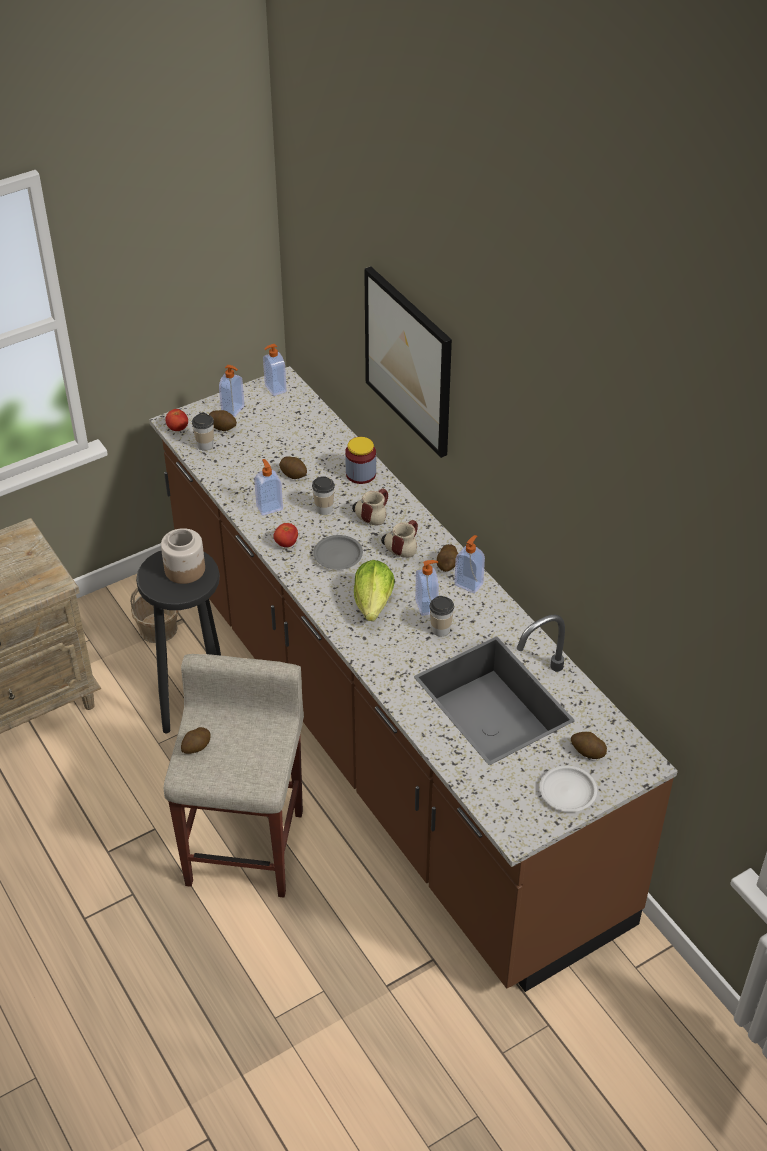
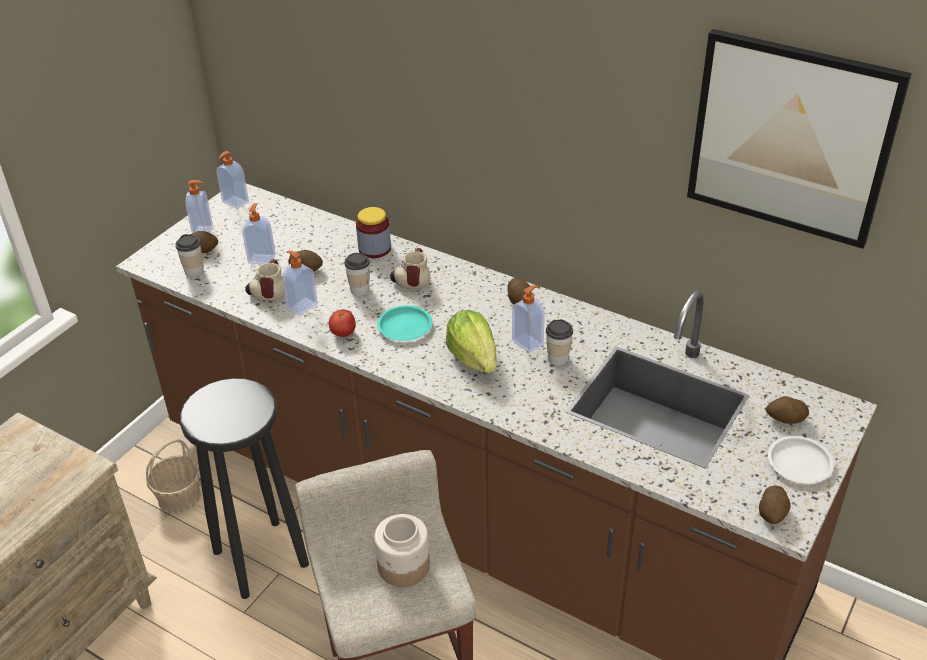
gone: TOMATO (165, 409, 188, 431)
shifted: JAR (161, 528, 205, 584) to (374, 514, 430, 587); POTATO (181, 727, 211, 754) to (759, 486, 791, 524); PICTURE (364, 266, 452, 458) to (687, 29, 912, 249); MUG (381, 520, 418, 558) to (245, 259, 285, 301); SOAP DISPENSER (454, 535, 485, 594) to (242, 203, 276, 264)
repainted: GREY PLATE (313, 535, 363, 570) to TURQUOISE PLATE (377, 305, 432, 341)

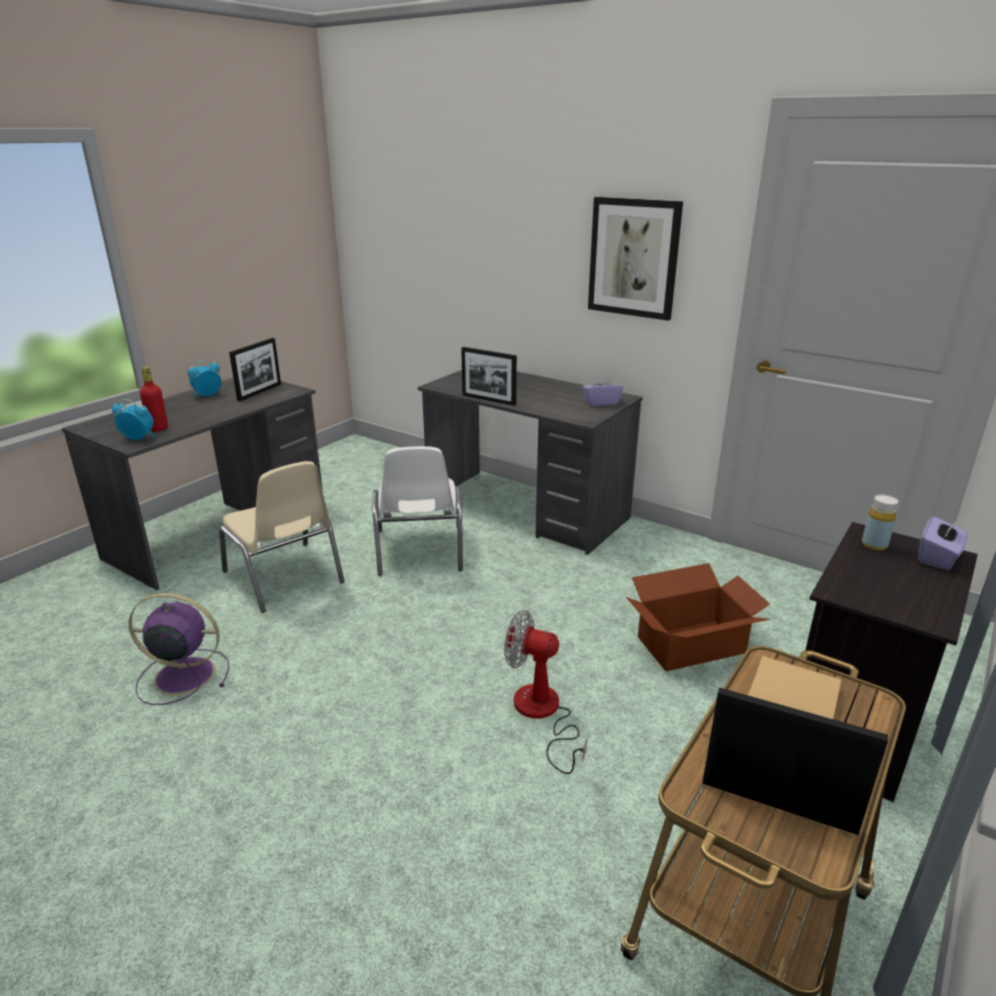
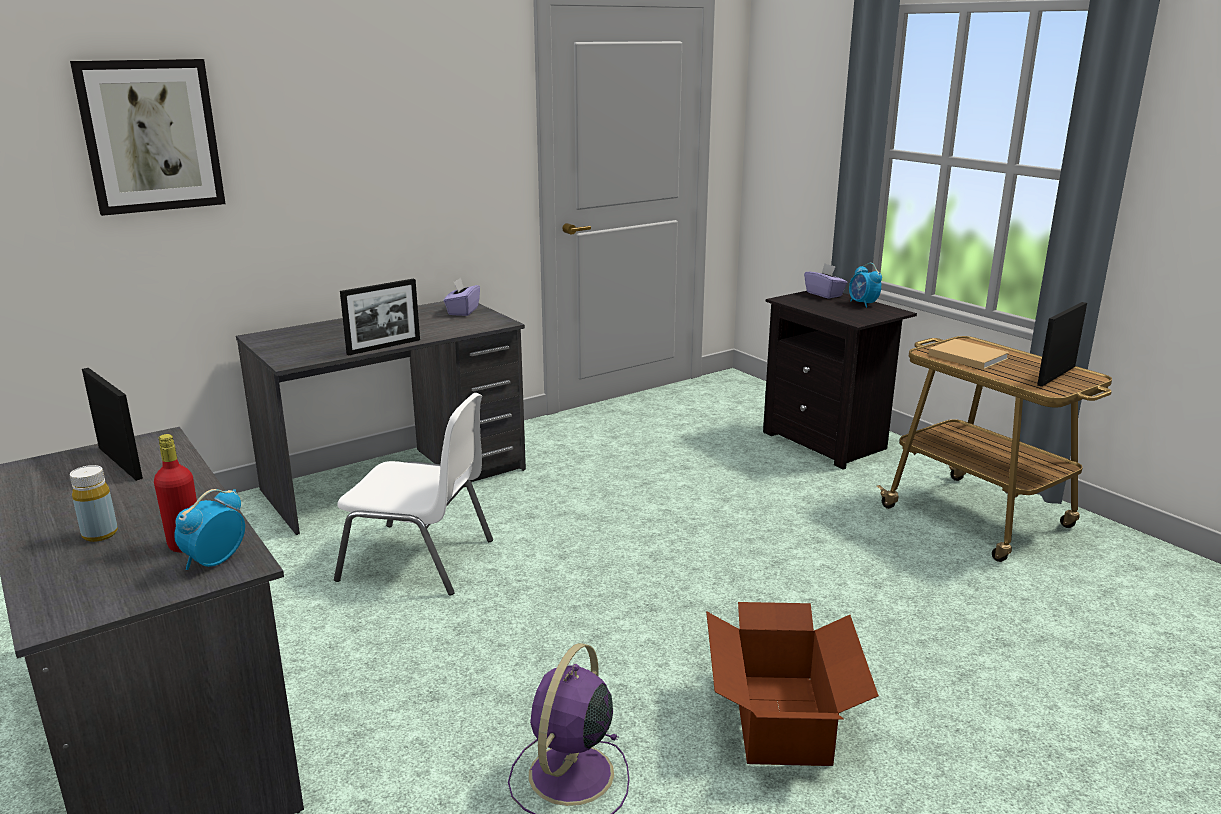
gone: BEIGE CHAIR (219, 461, 345, 613); FAN (504, 610, 587, 774)
shifted: ALARM CLOCK (188, 360, 221, 397) to (849, 263, 882, 308); PICTURE (588, 197, 683, 321) to (70, 59, 225, 216); CARDBOARD BOX (626, 563, 770, 671) to (706, 602, 879, 766); YELLOW BOTTLE (862, 495, 898, 551) to (70, 465, 118, 542)

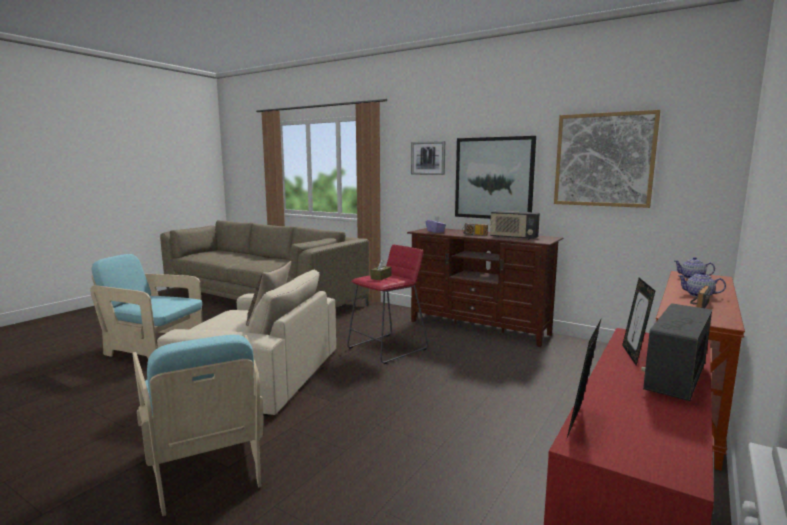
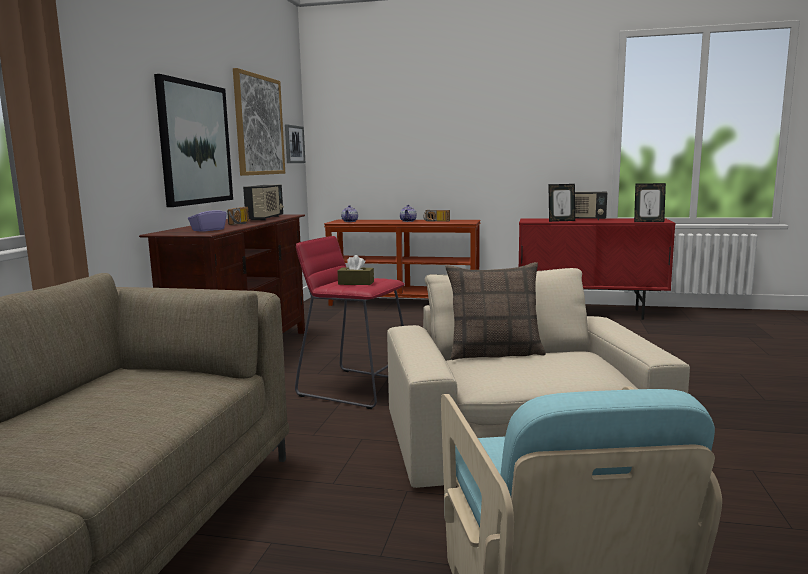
gone: TURQUOISE ARMCHAIR (132, 335, 263, 516)
shifted: PICTURE (411, 141, 445, 175) to (285, 124, 305, 163)

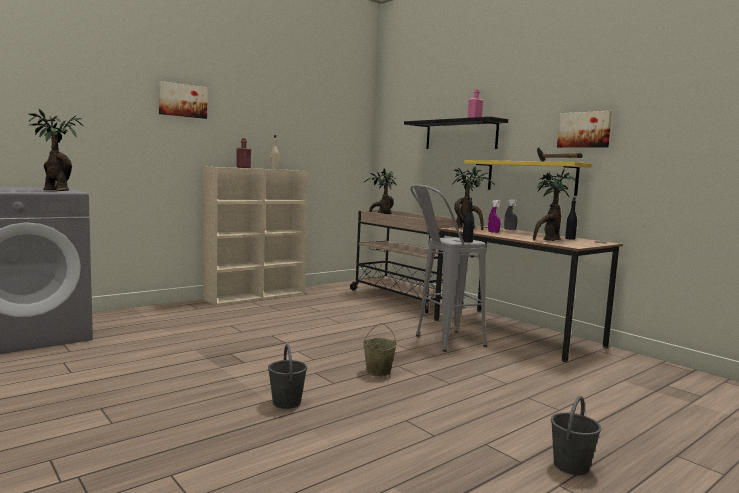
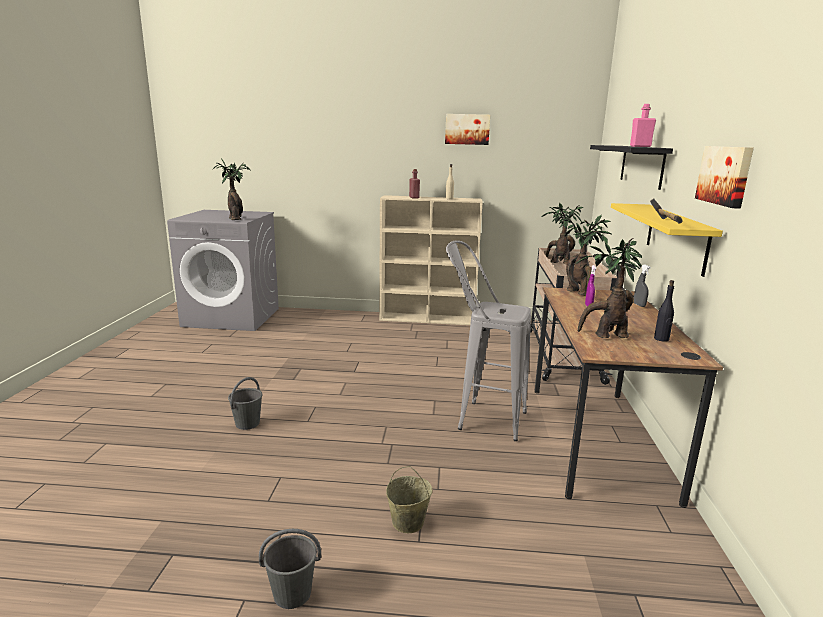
gone: BLACK BOTTLE (463, 197, 474, 243)
shifted: PICTURE (159, 81, 207, 119) to (445, 114, 490, 145); BEIGE BUCKET (363, 323, 397, 377) to (386, 466, 432, 533)

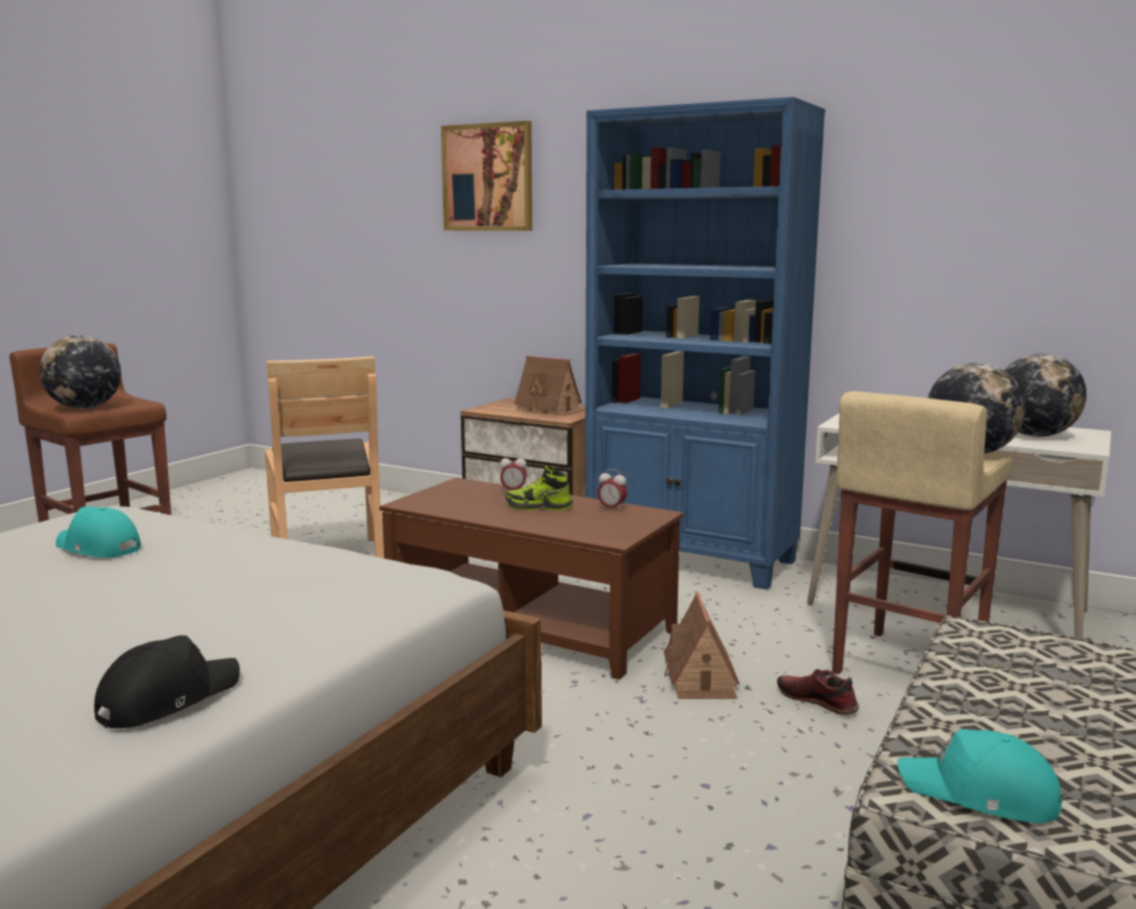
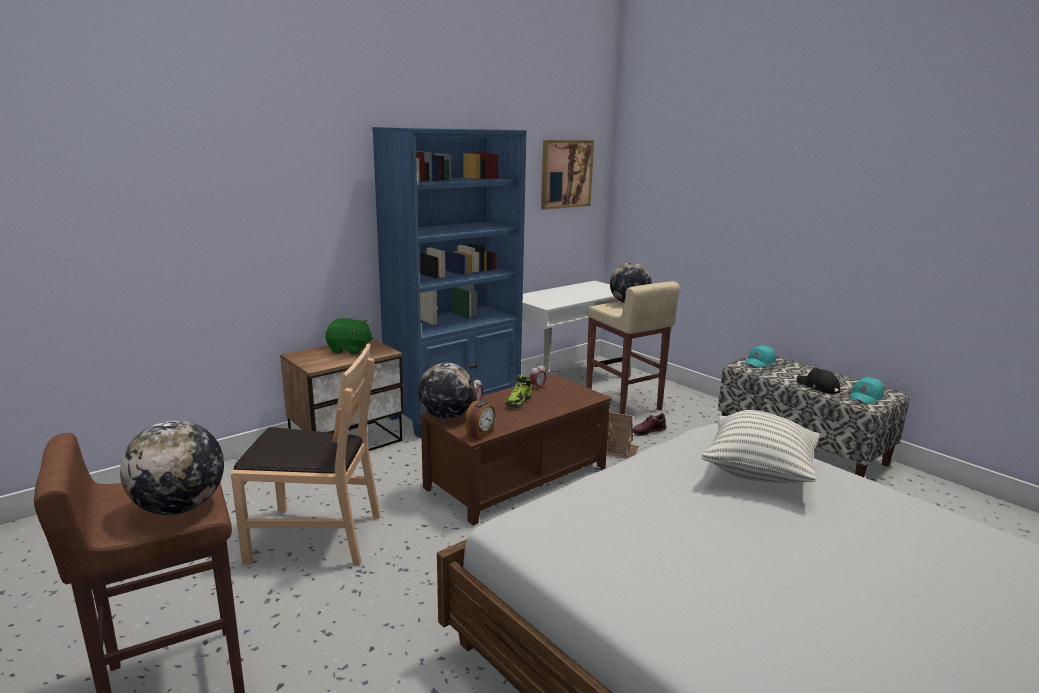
new: ALARM CLOCK (465, 400, 496, 440); PILLOW (702, 410, 820, 483)
shifted: TURQUOISE CAP (56, 506, 141, 558) to (745, 345, 776, 368); BLACK CAP (94, 635, 240, 728) to (797, 368, 840, 394); PICTURE (441, 121, 532, 231) to (541, 140, 594, 210); GLOBE (1004, 354, 1087, 437) to (418, 363, 475, 419)
swapped: TOY HOUSE (514, 355, 585, 416) to GREEN PLUSH TOY (325, 318, 373, 354)

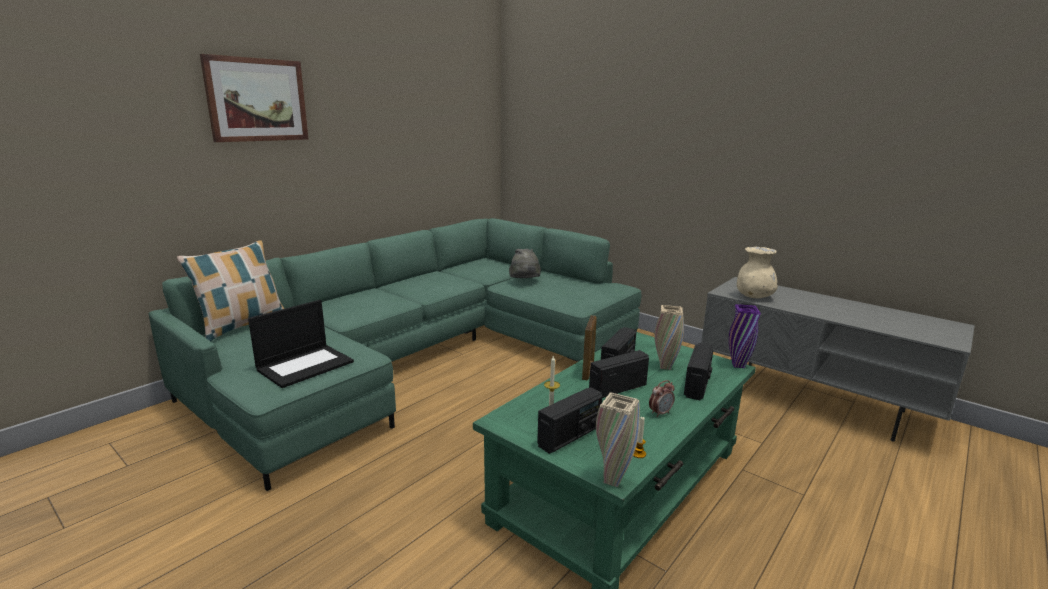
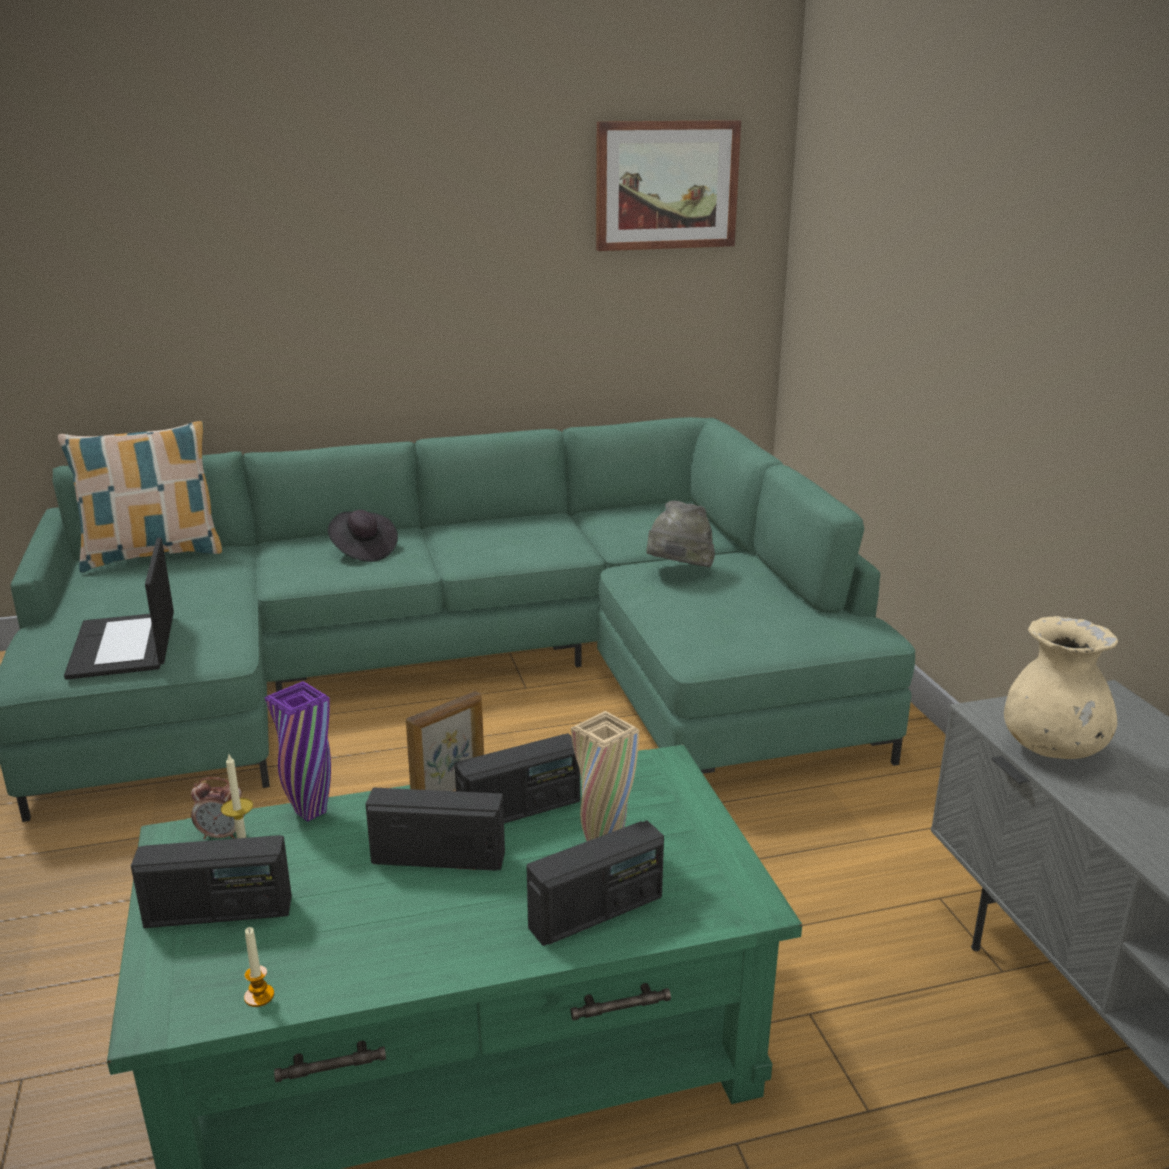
gone: BEIGE VASE (596, 392, 640, 487)
new: BLACK HAT (328, 510, 398, 562)
shifted: PICTURE (200, 54, 308, 142) to (596, 120, 741, 251); ALARM CLOCK (649, 380, 675, 417) to (191, 777, 245, 839); PURPLE VASE (729, 304, 761, 368) to (264, 681, 331, 822)
rotated: LAPTOP (248, 300, 354, 388) = (64, 538, 174, 680) 90 degrees clockwise

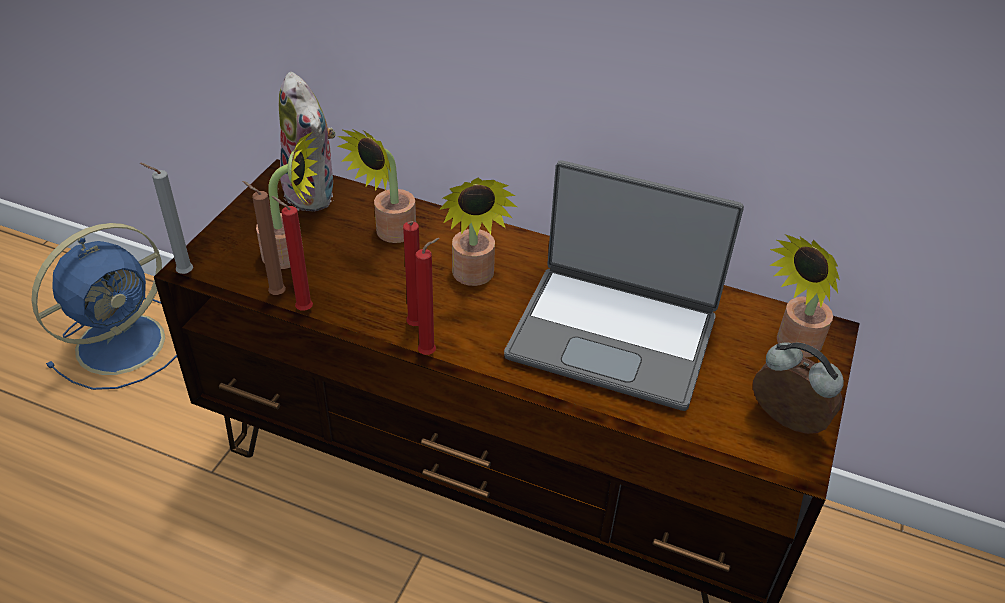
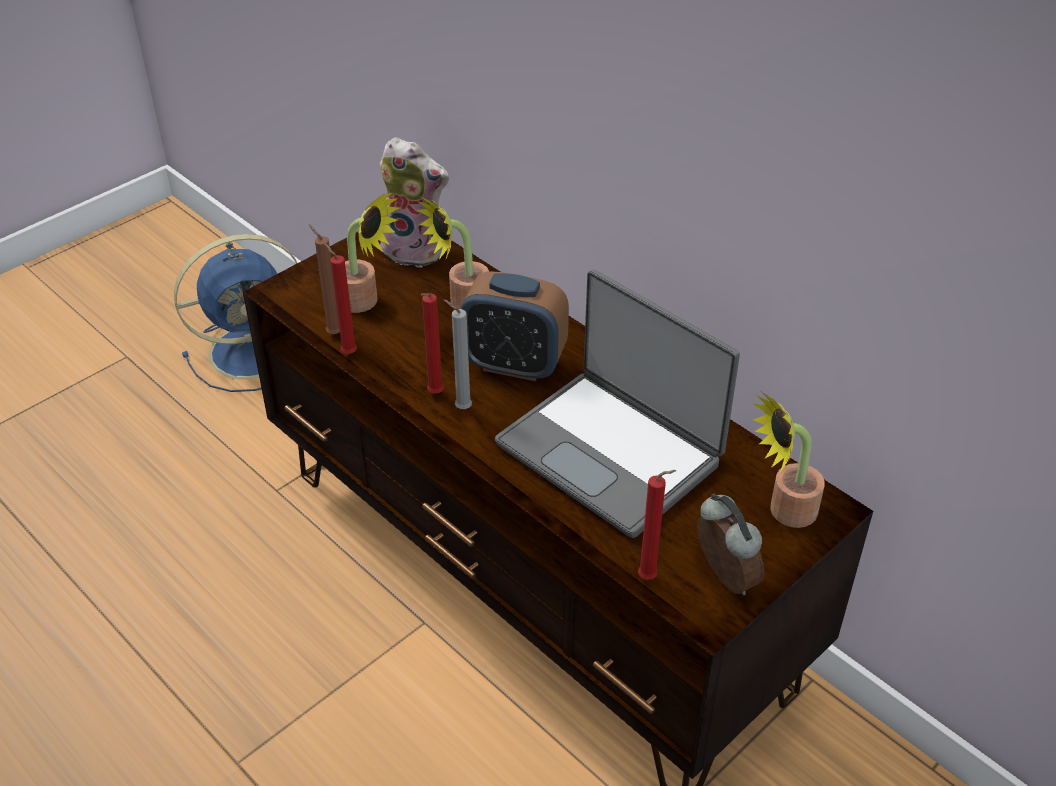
shifted: GREY CANDLE (140, 163, 193, 274) to (444, 300, 472, 409); RED CANDLE (416, 238, 440, 355) to (638, 470, 677, 580)
swapped: POTTED PLANT (439, 178, 517, 286) to ALARM CLOCK (460, 271, 569, 381)
rotated: PLUSH TOY (279, 72, 336, 211) = (380, 137, 449, 268) 60 degrees counterclockwise

